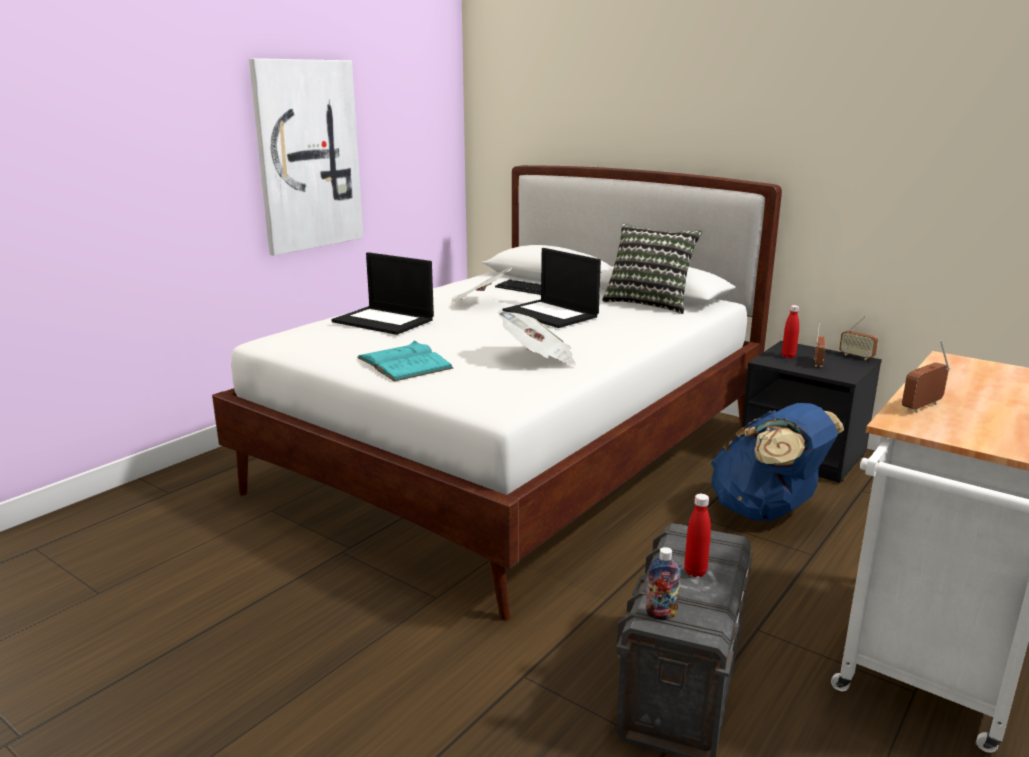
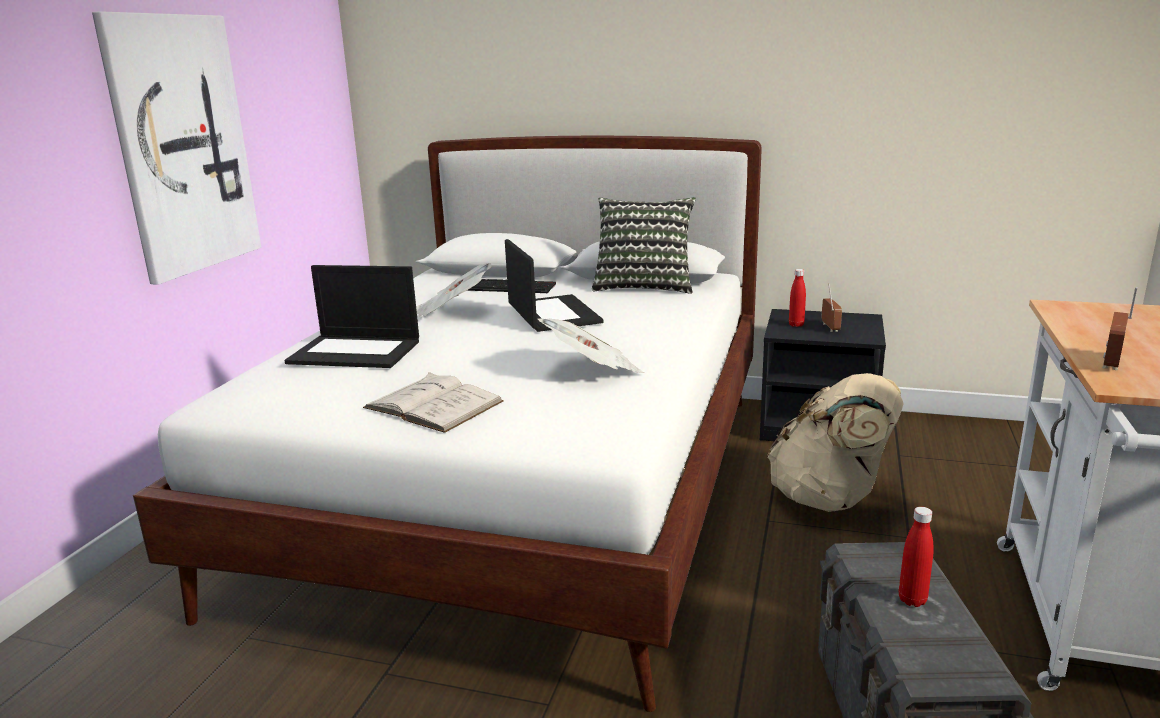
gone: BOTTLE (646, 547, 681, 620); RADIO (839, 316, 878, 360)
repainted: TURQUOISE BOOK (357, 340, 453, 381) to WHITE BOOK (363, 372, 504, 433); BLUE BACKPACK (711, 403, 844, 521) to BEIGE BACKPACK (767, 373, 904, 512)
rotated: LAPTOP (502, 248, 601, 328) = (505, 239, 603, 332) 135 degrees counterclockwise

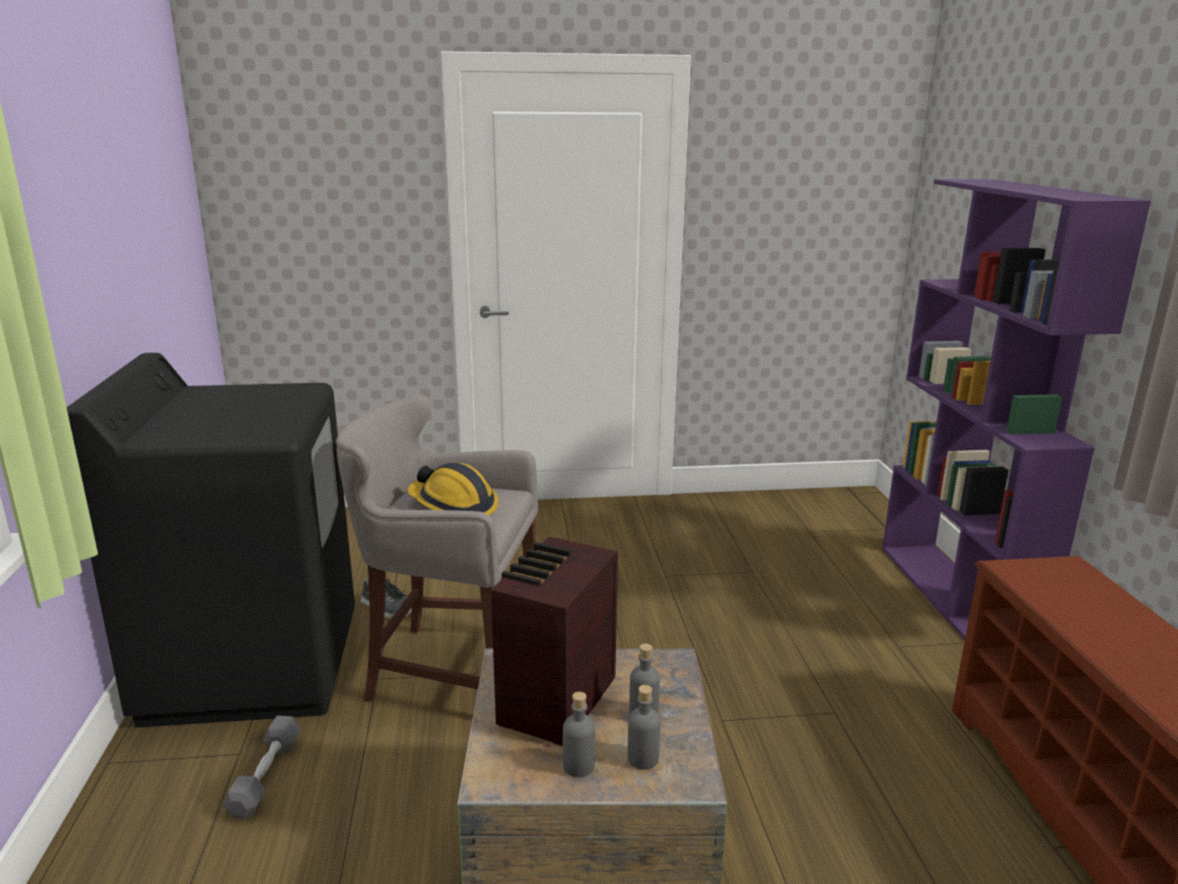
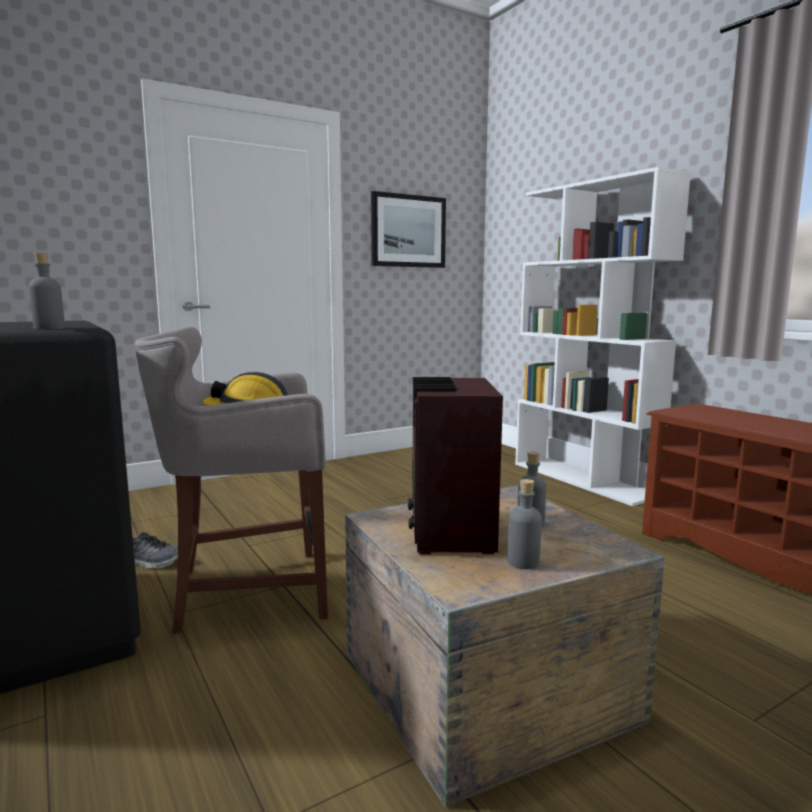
gone: GREY DUMBBELL (223, 716, 301, 819)
new: PICTURE (371, 191, 446, 268)
shifted: GREY BOTTLE (628, 685, 661, 770) to (29, 253, 65, 330)
repainted: PURPLE BOOKCASE (882, 179, 1151, 640) to WHITE BOOKCASE (515, 167, 691, 506)

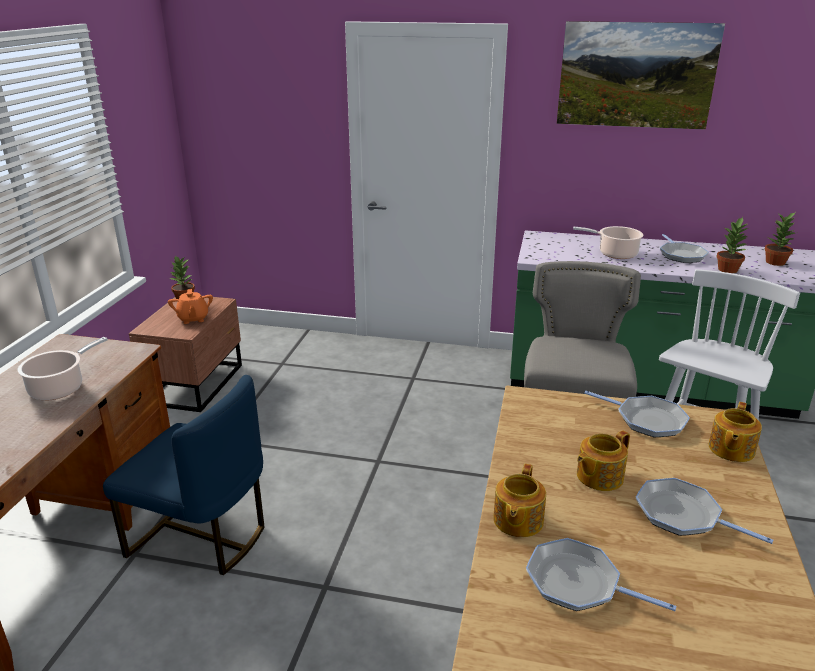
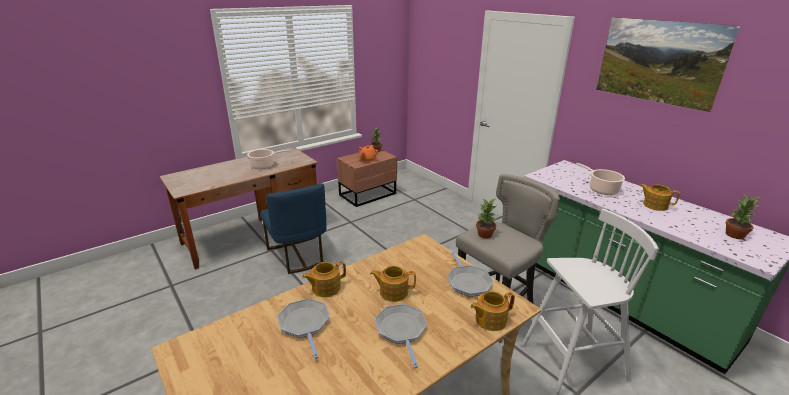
shifted: POTTED PLANT (717, 217, 749, 273) to (476, 199, 496, 238)
swapped: FRYING PAN (660, 234, 709, 263) to TEAPOT (640, 184, 680, 211)

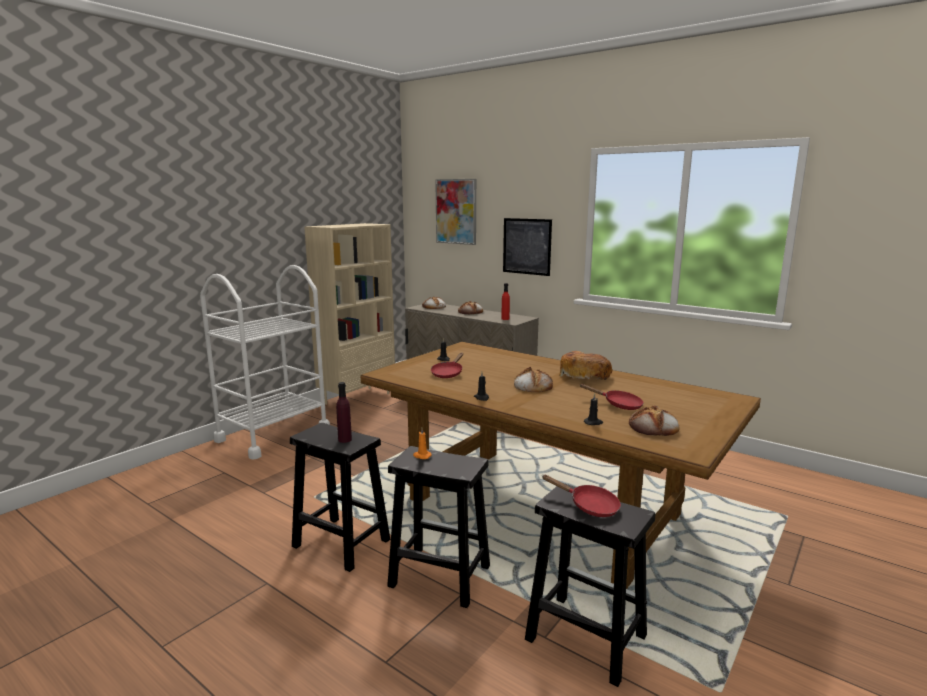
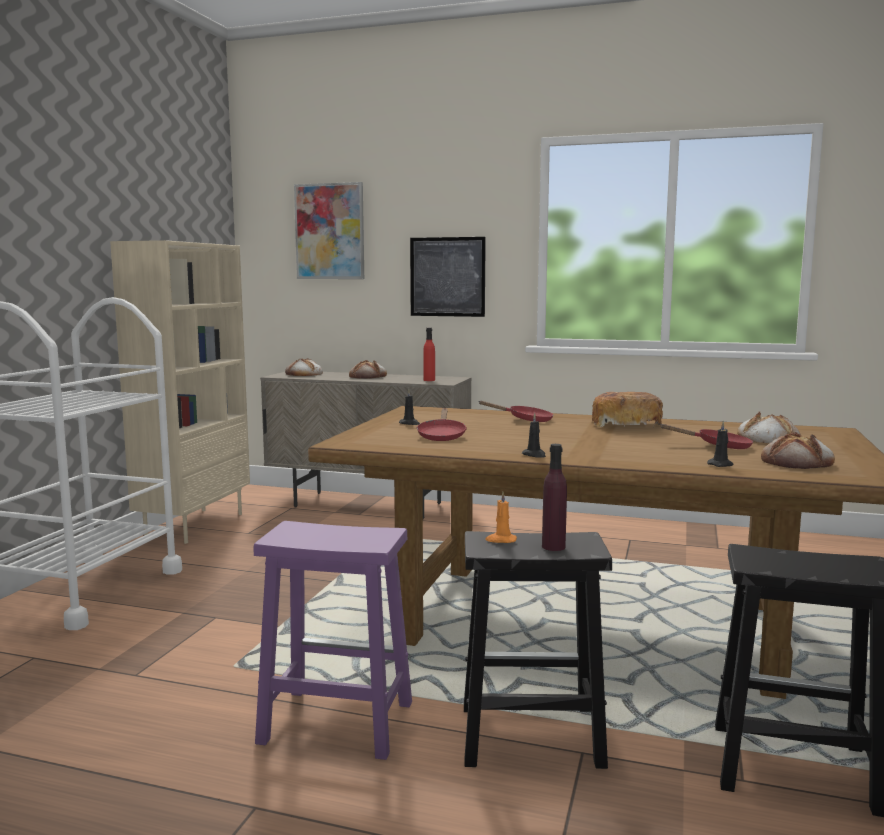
shifted: PURPLE BOTTLE (336, 382, 352, 443) to (542, 444, 567, 551); BREAD (514, 367, 553, 392) to (737, 411, 801, 444); RED FRYING PAN (542, 475, 621, 517) to (478, 401, 554, 422)
repainted: BLACK STOOL (290, 423, 390, 572) to PURPLE STOOL (254, 521, 412, 760)

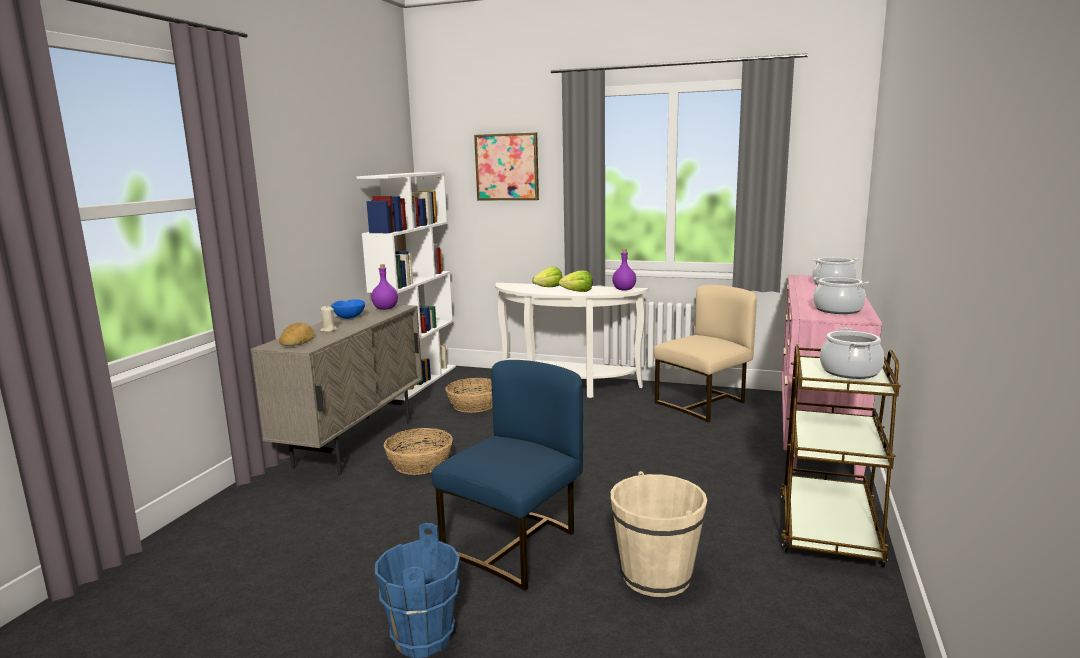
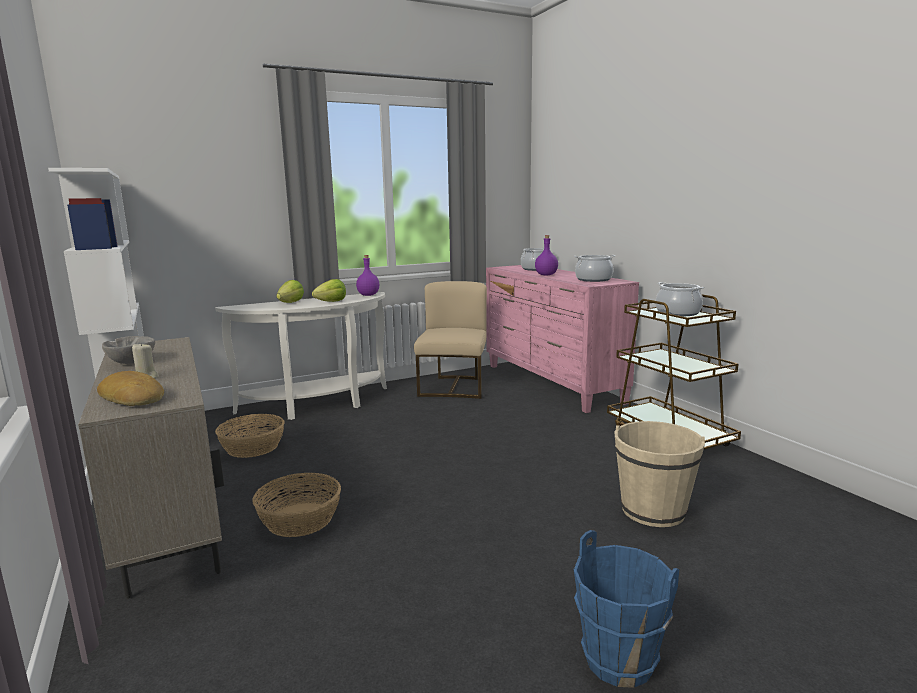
gone: BLUE CHAIR (432, 360, 583, 591); PICTURE (474, 132, 539, 200)
shifted: PURPLE BOTTLE (371, 264, 398, 310) to (535, 235, 558, 275)
repainted: BLUE BOWL (331, 299, 365, 319) to GREY BOWL (102, 336, 155, 364)

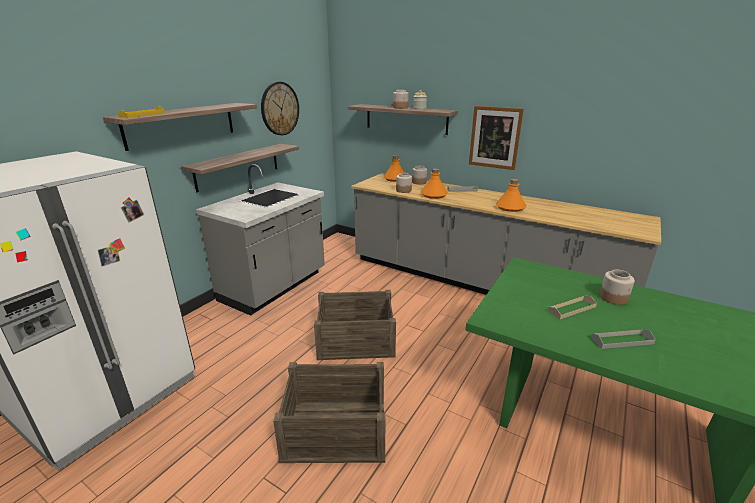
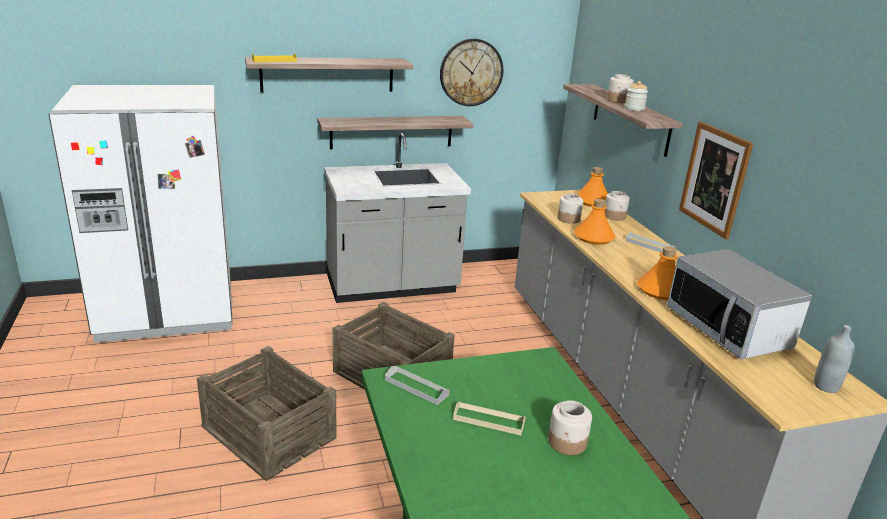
new: MICROWAVE (667, 249, 812, 359); GREY BOTTLE (814, 325, 855, 393)
shifted: GREY TRAY (591, 329, 656, 349) to (385, 366, 449, 405)

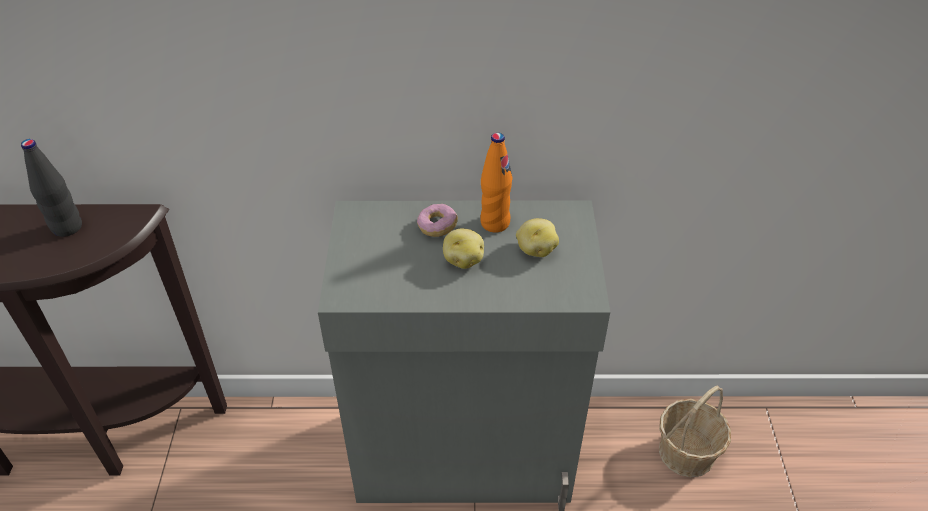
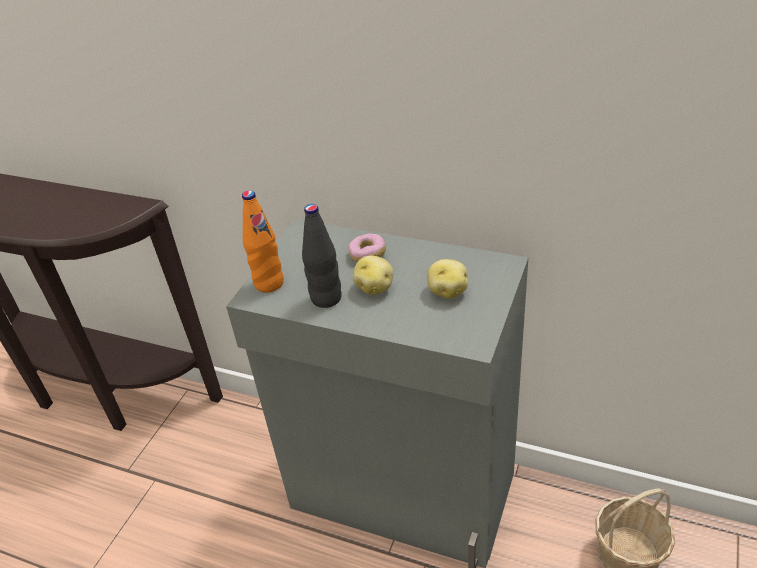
shifted: BLACK BOTTLE (21, 139, 82, 237) to (302, 204, 342, 308); ORANGE BOTTLE (480, 133, 512, 233) to (242, 190, 284, 293)

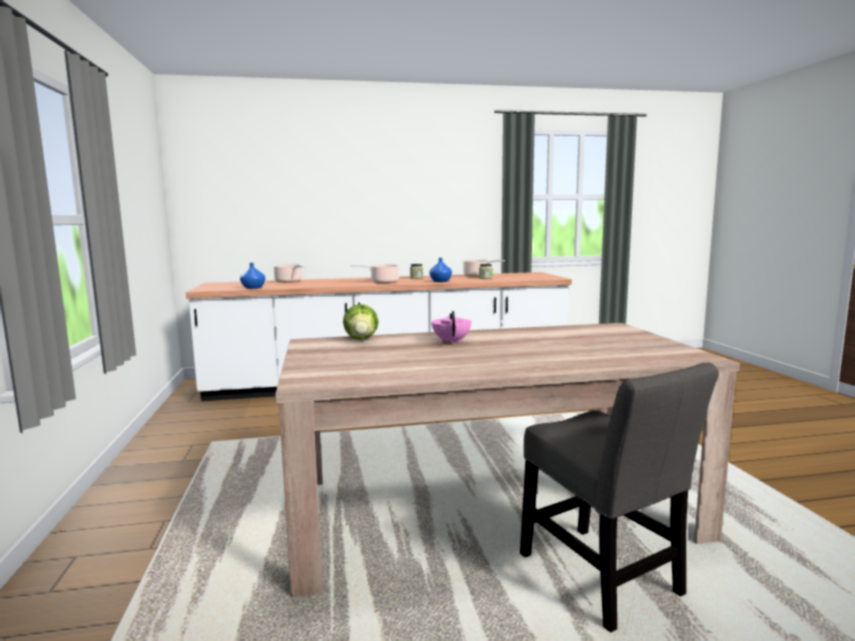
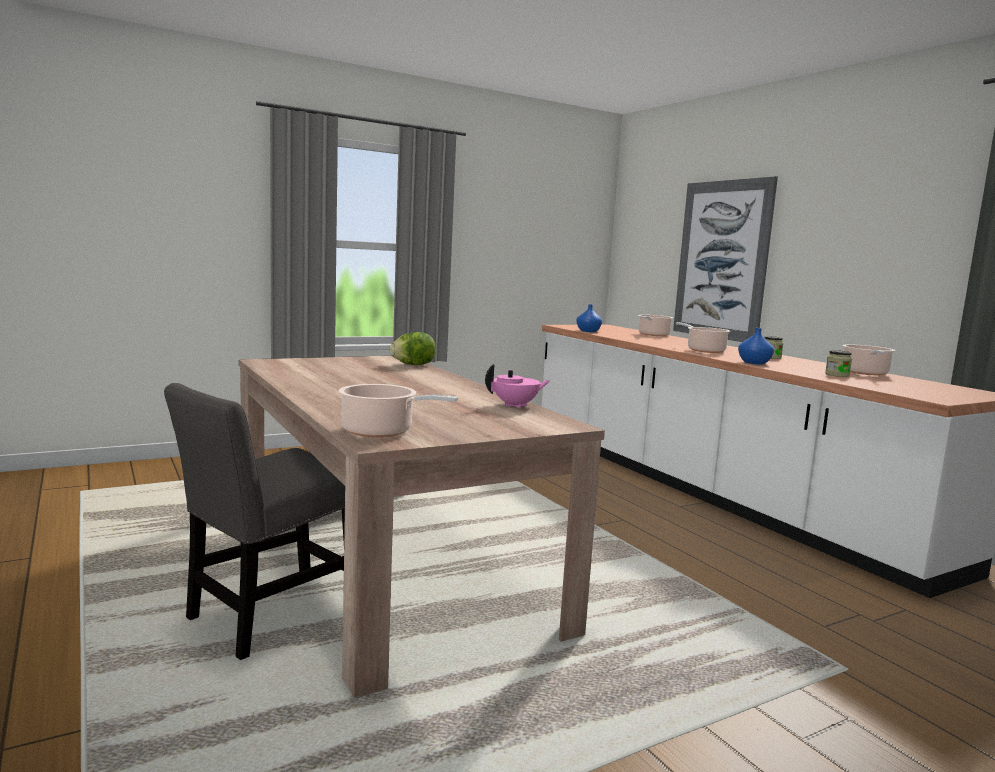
new: COOKING POT (339, 384, 458, 437); PICTURE (673, 176, 778, 342)
shifted: PINK TEAPOT (431, 311, 471, 344) to (485, 364, 550, 409)

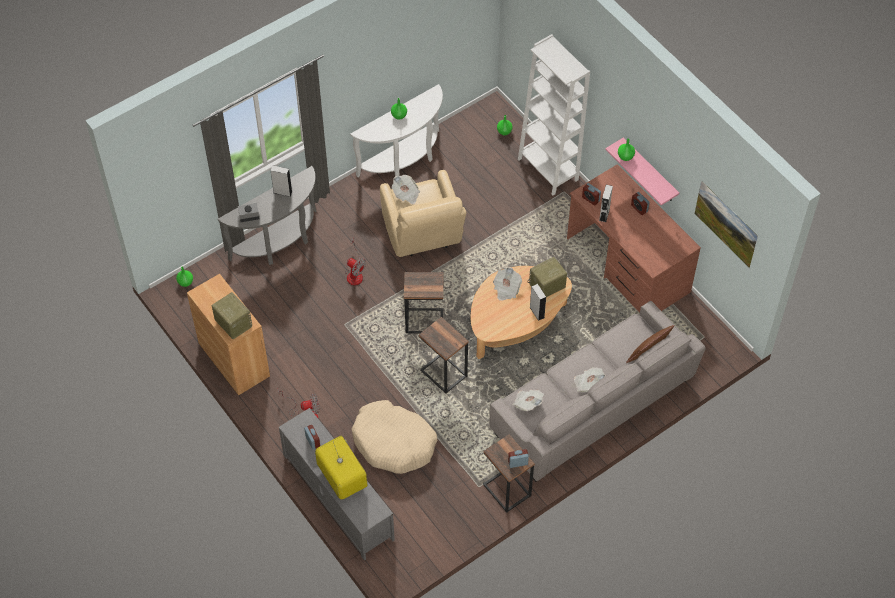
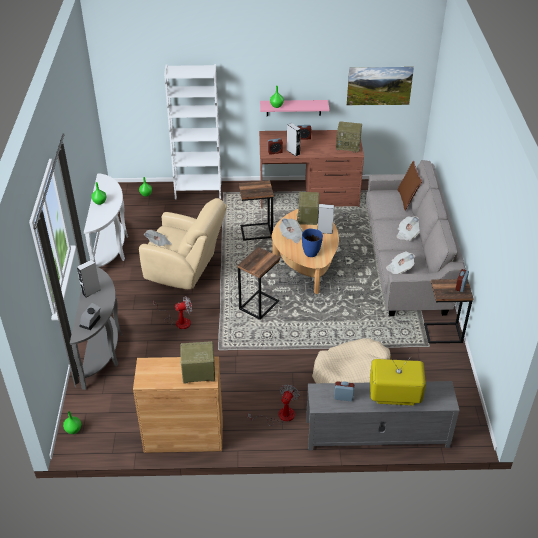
new: BLUE VASE (302, 229, 323, 257); RADIO (336, 121, 362, 153)
shifted: SIDE TABLE (419, 317, 469, 393) to (239, 180, 274, 241)

